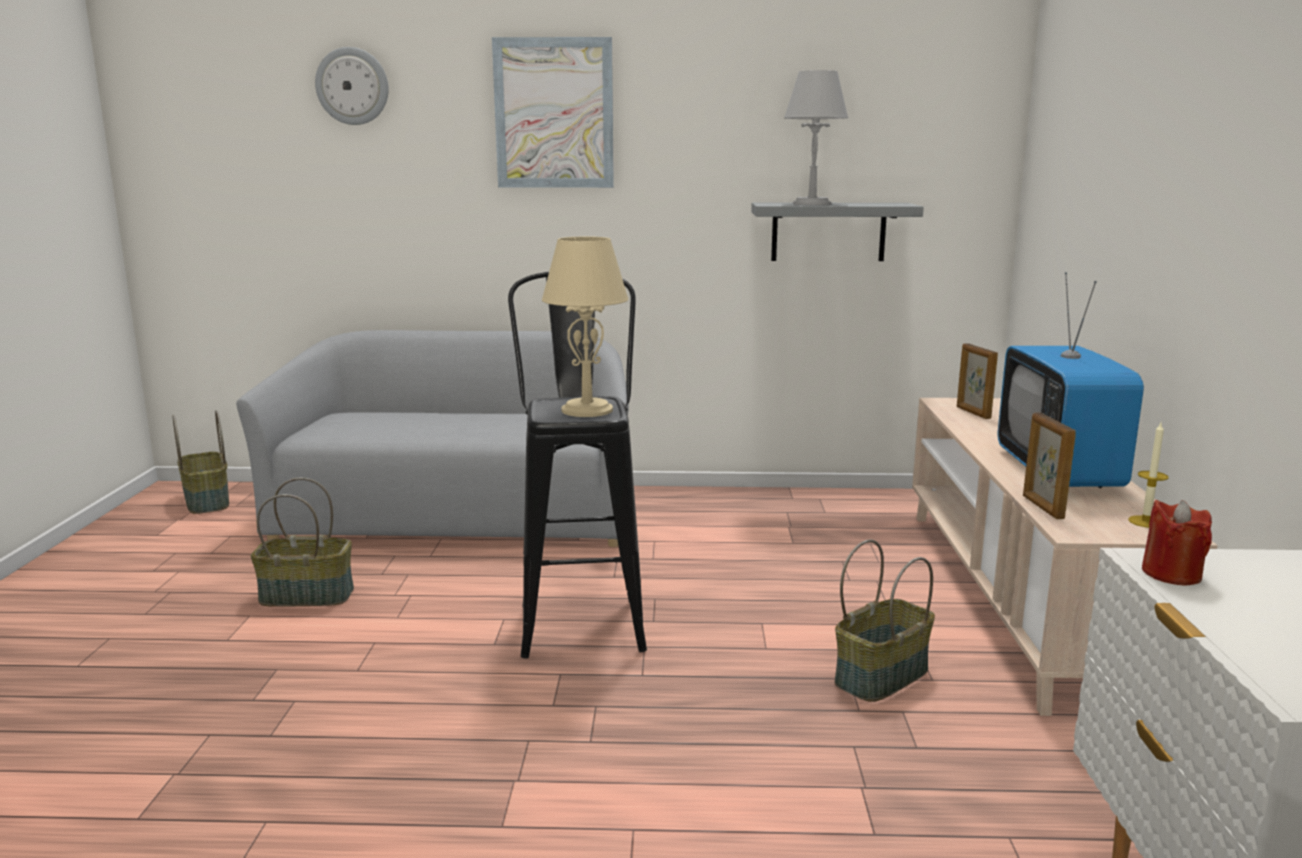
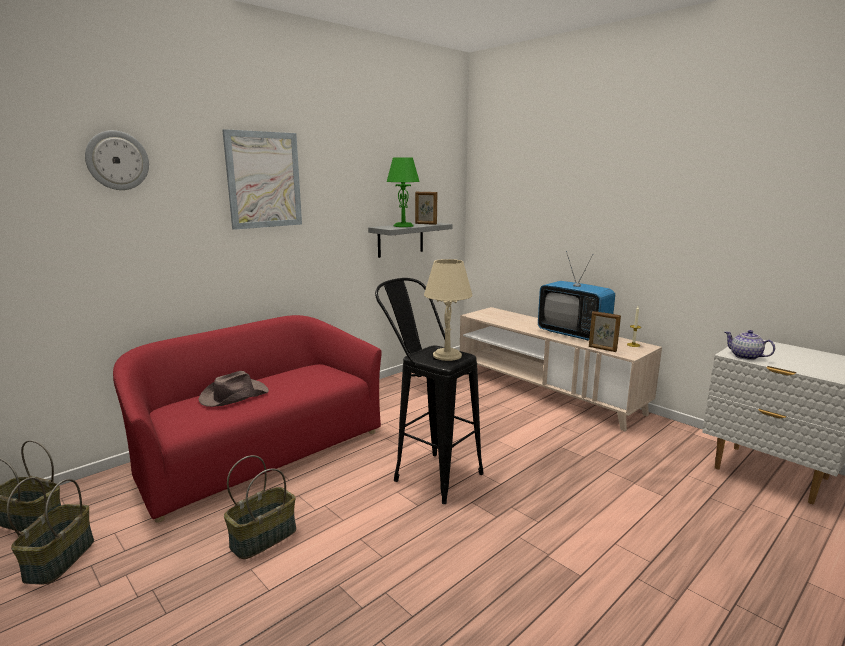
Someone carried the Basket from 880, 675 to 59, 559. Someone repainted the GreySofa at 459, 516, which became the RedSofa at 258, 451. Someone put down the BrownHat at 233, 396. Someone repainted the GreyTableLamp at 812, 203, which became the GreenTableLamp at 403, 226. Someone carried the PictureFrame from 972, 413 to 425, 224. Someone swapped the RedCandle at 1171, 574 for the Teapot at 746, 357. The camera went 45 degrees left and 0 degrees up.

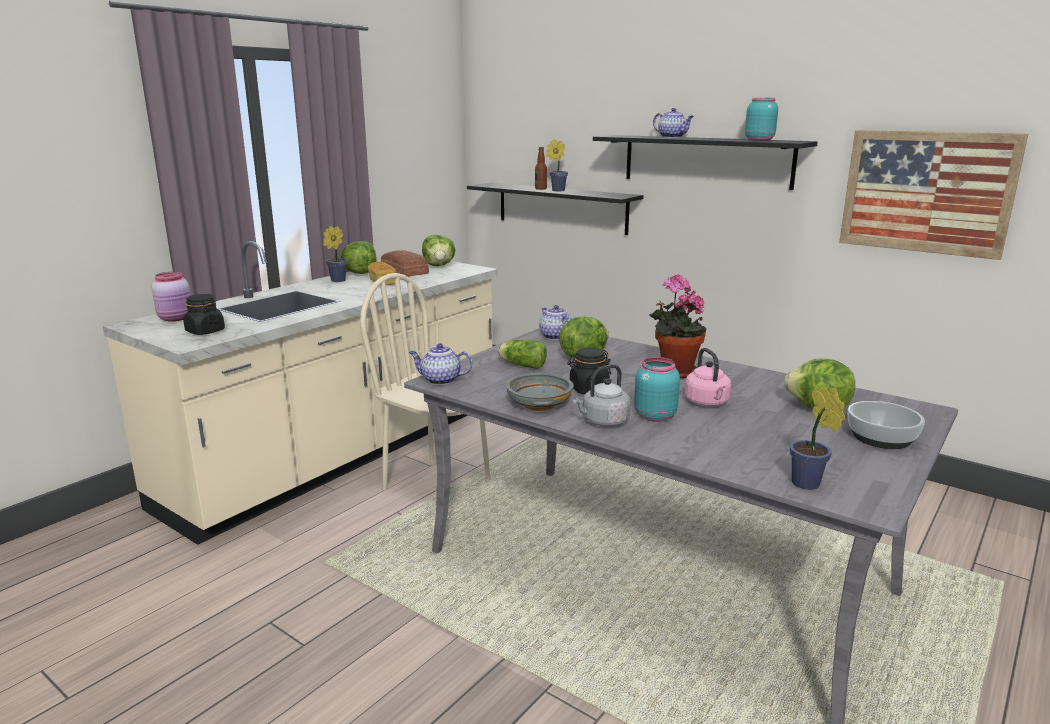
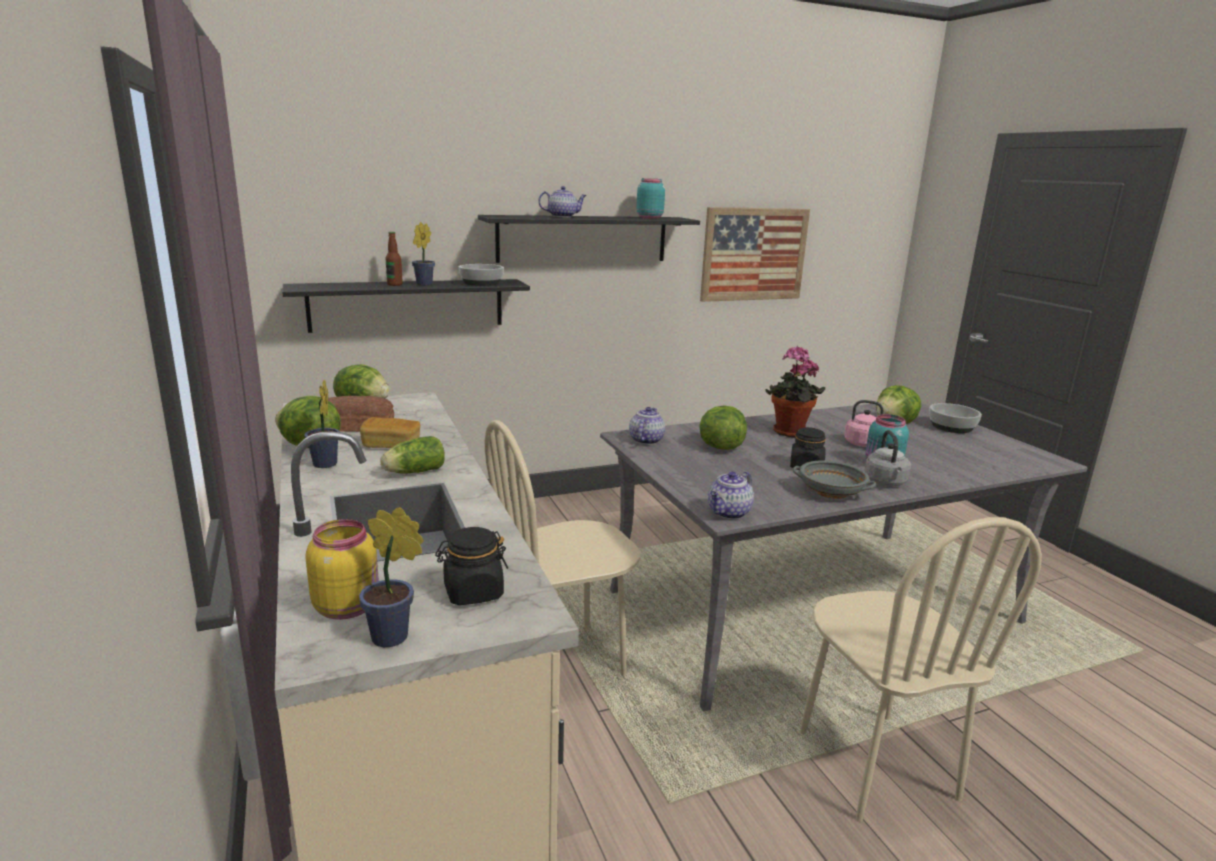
Someone repainted the PinkJar at 176, 318, which became the YellowJar at 348, 607. Someone carried the PottedPlant from 808, 485 to 394, 638. Someone carried the Lettuce from 521, 365 to 413, 472. Someone put down the Bowl at 481, 283. Someone rotated the Teapot at 554, 336 by 105 degrees clockwise. Someone put down the BeigeChair at 875, 765. The camera went 60 degrees left and 0 degrees up.

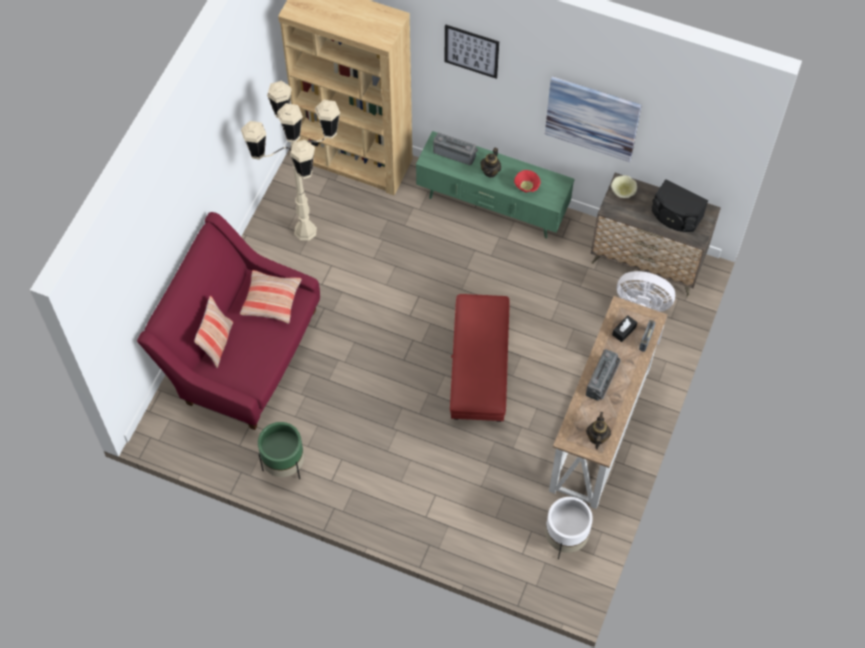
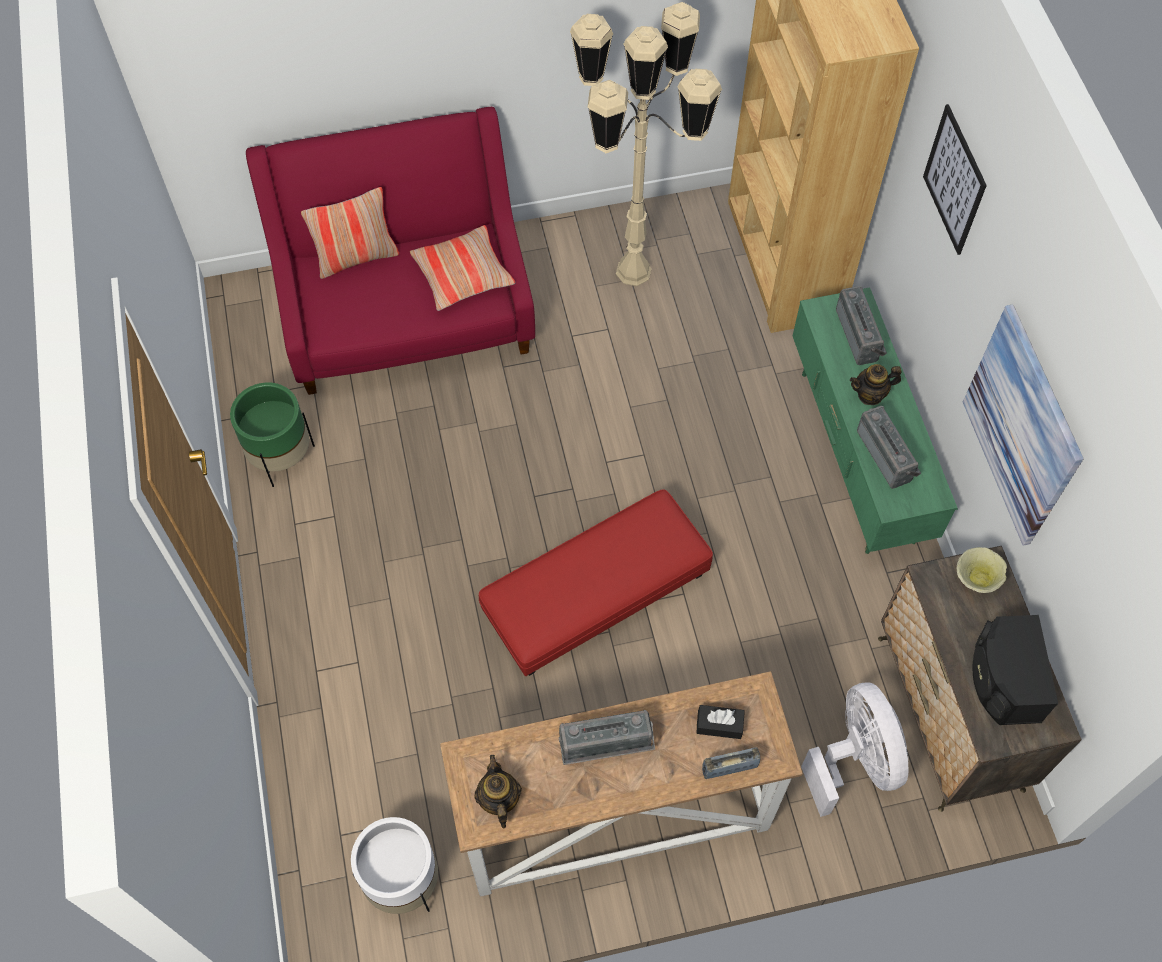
Someone rotated the Teapot at 597, 437 by 75 degrees counterclockwise. Someone swapped the RedBowl at 527, 186 for the Radio at 887, 455. The camera went 55 degrees right and 0 degrees up.

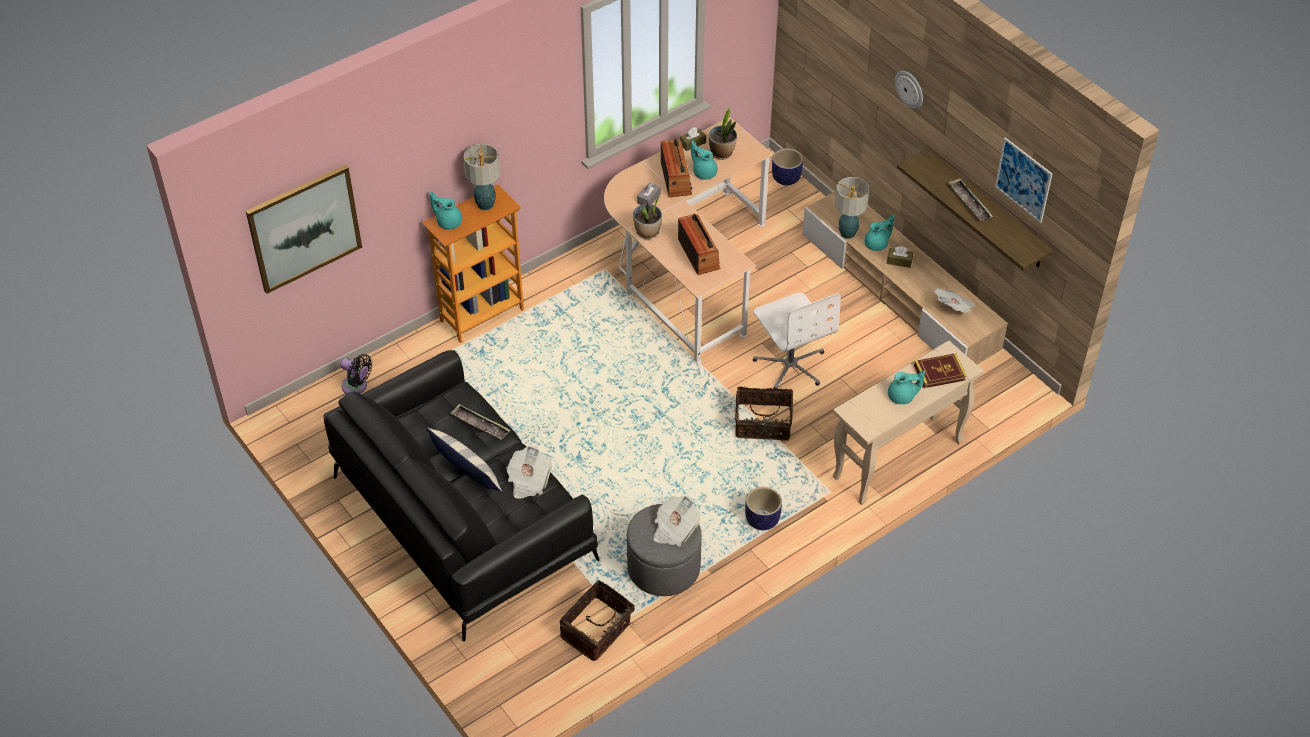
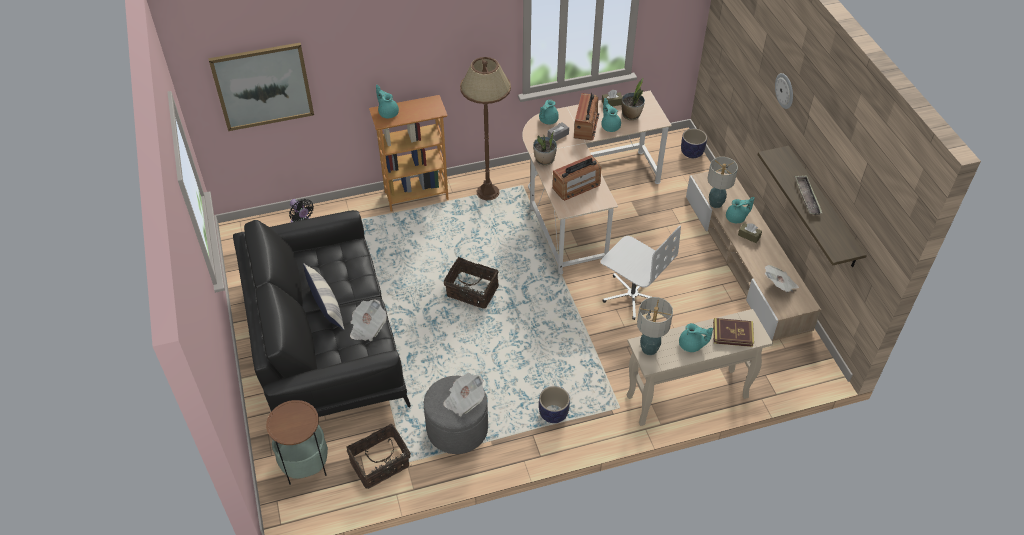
Someone put down the SideTable at 305, 464. Someone carried the Basket from 763, 425 to 471, 292. Someone put down the BrownFloorLamp at 488, 192. Someone put down the TurquoiseTeapot at 547, 120. Someone rotated the Radio at 698, 254 by 60 degrees clockwise. Someone rotated the WhiteOfficeChair at 791, 364 by 45 degrees counterclockwise. Someone carried the TableLamp from 485, 205 to 649, 349. Someone took away the Tray at 480, 425. Someone took away the Picture at 1023, 180. The camera went 20 degrees right and 0 degrees up.

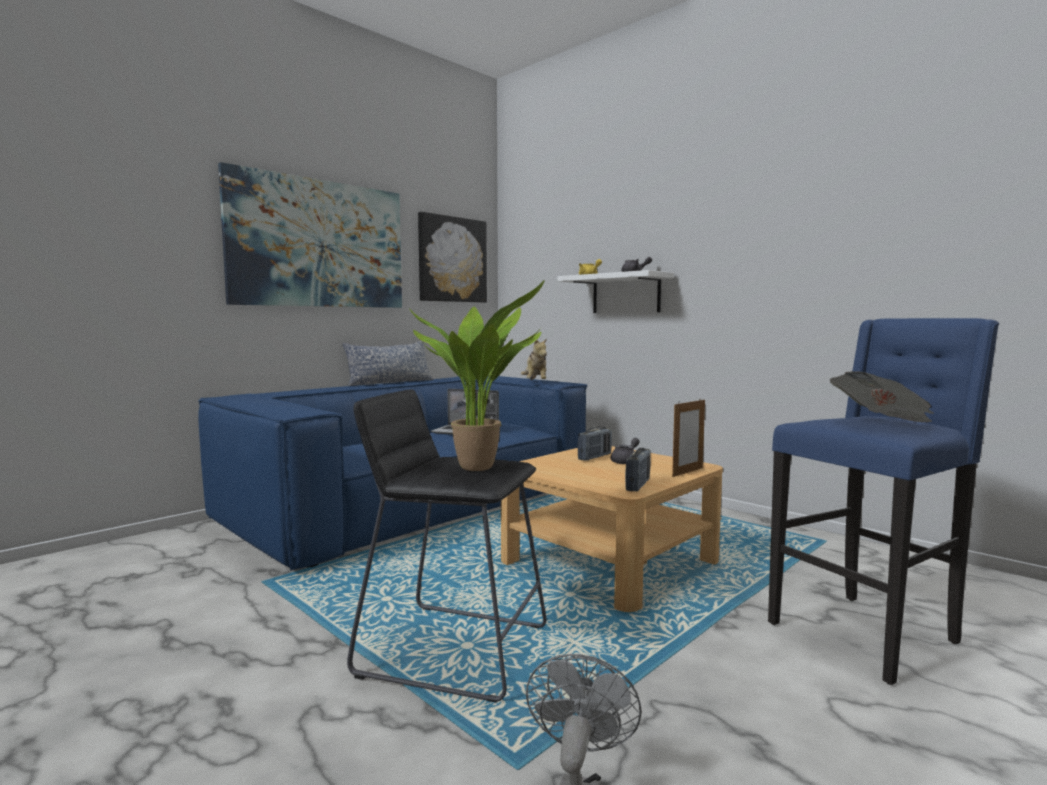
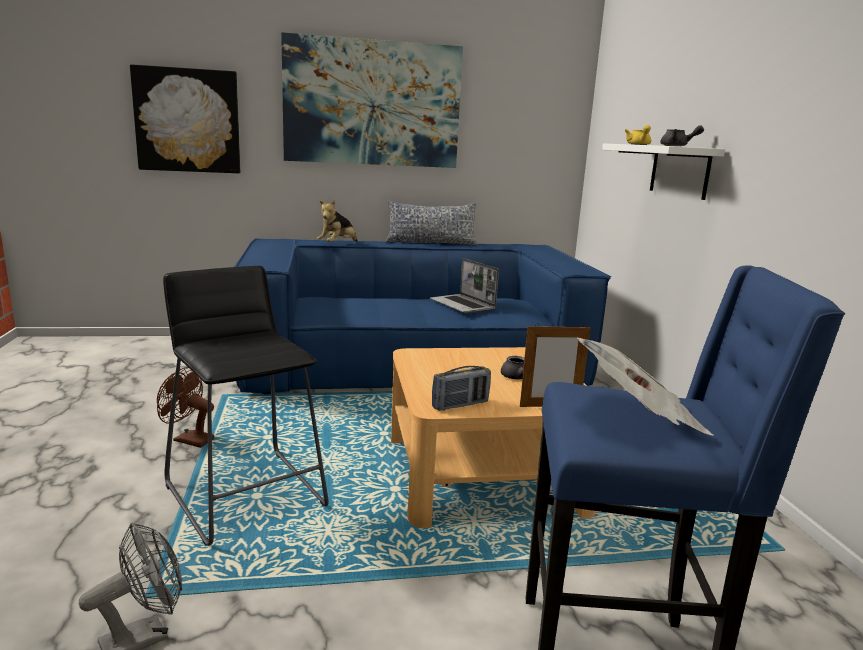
Someone carried the Picture from 452, 259 to 188, 121. Someone put down the BrownFan at 188, 439. Someone carried the PlushToy from 535, 383 to 338, 245. Someone took away the PottedPlant at 480, 466. Someone took away the Radio at 594, 457. The camera went 35 degrees right and 10 degrees up.

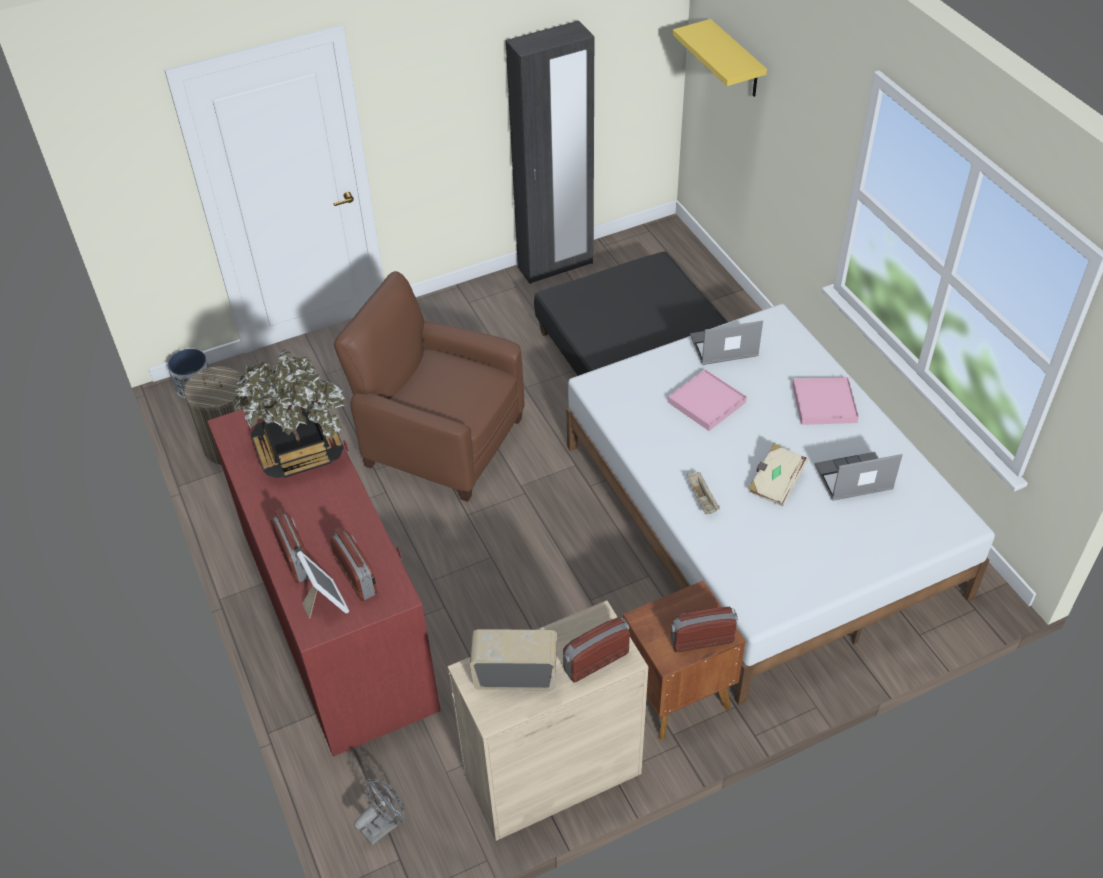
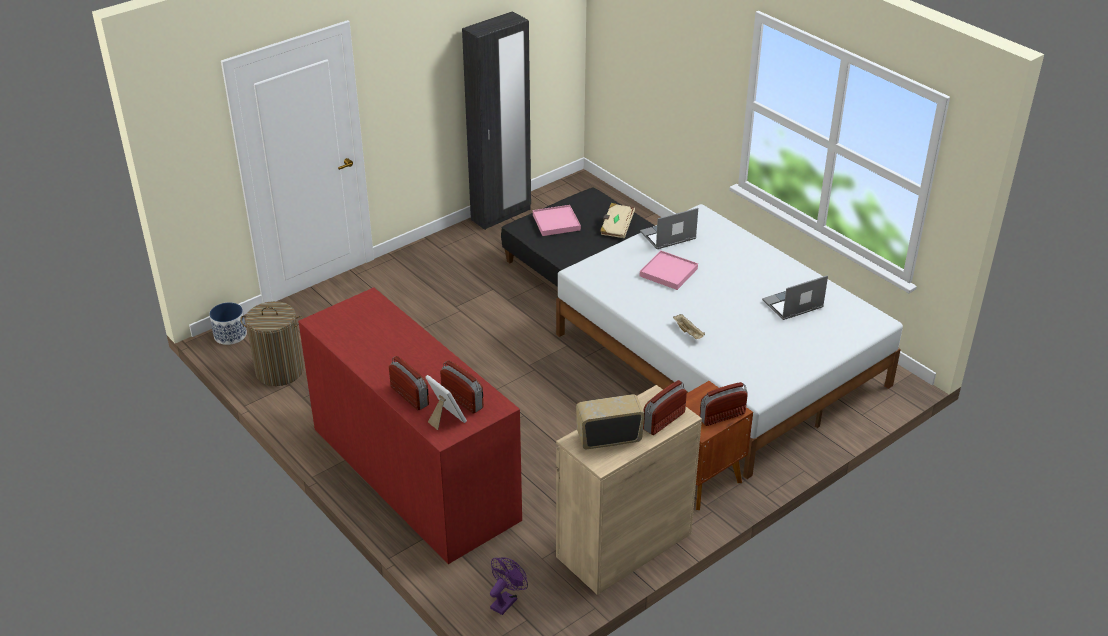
Someone repainted the GreyFan at 384, 825, which became the PurpleFan at 506, 600. Someone carried the PinkTray from 824, 403 to 556, 222. Someone carried the BeigeBook from 775, 482 to 616, 227. Someone took away the PottedPlant at 299, 450. Someone took away the BrownArmchair at 442, 441. Someone took away the YellowShelf at 736, 60. The camera went 15 degrees left and 10 degrees down.

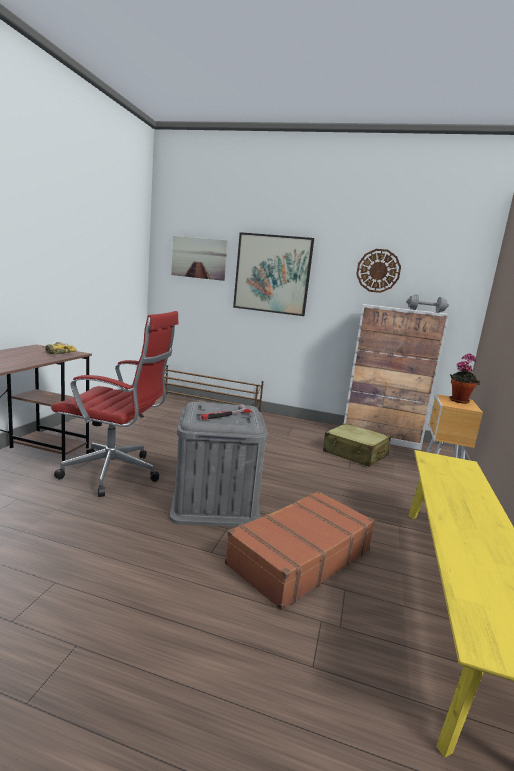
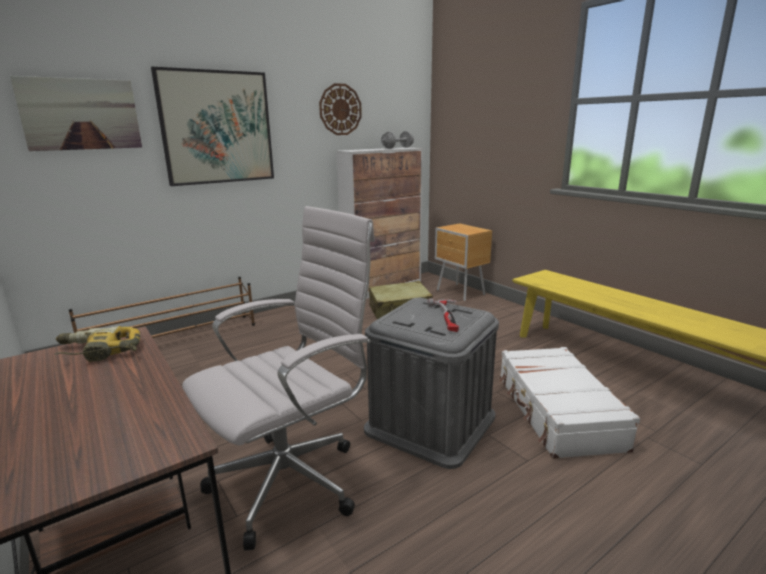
Someone repainted the RedOfficeChair at 116, 473, which became the WhiteOfficeChair at 293, 480. Someone repainted the BrownSuitcase at 299, 556, which became the WhiteSuitcase at 556, 412. Someone took away the PottedPlant at 459, 400. The camera went 50 degrees left and 5 degrees up.

